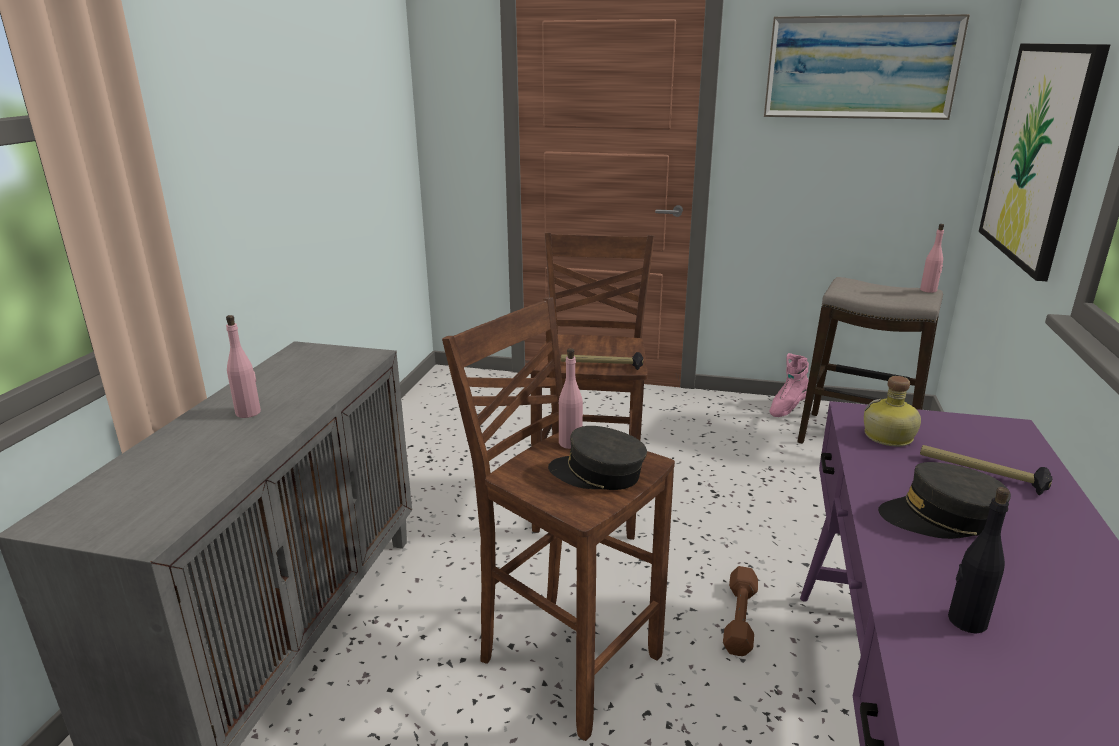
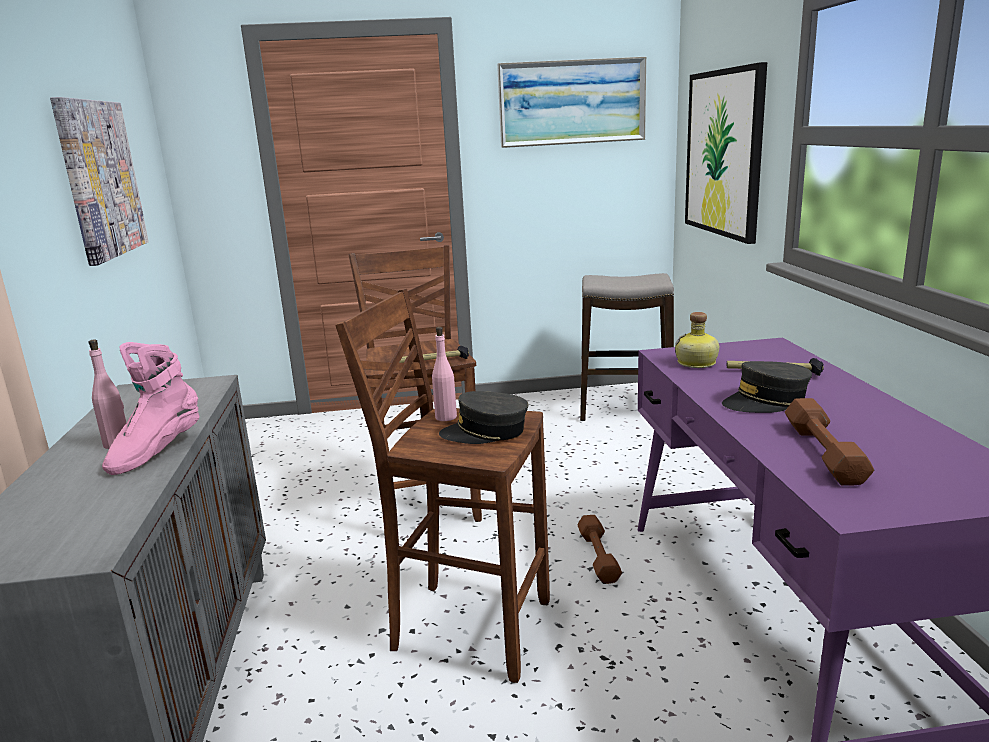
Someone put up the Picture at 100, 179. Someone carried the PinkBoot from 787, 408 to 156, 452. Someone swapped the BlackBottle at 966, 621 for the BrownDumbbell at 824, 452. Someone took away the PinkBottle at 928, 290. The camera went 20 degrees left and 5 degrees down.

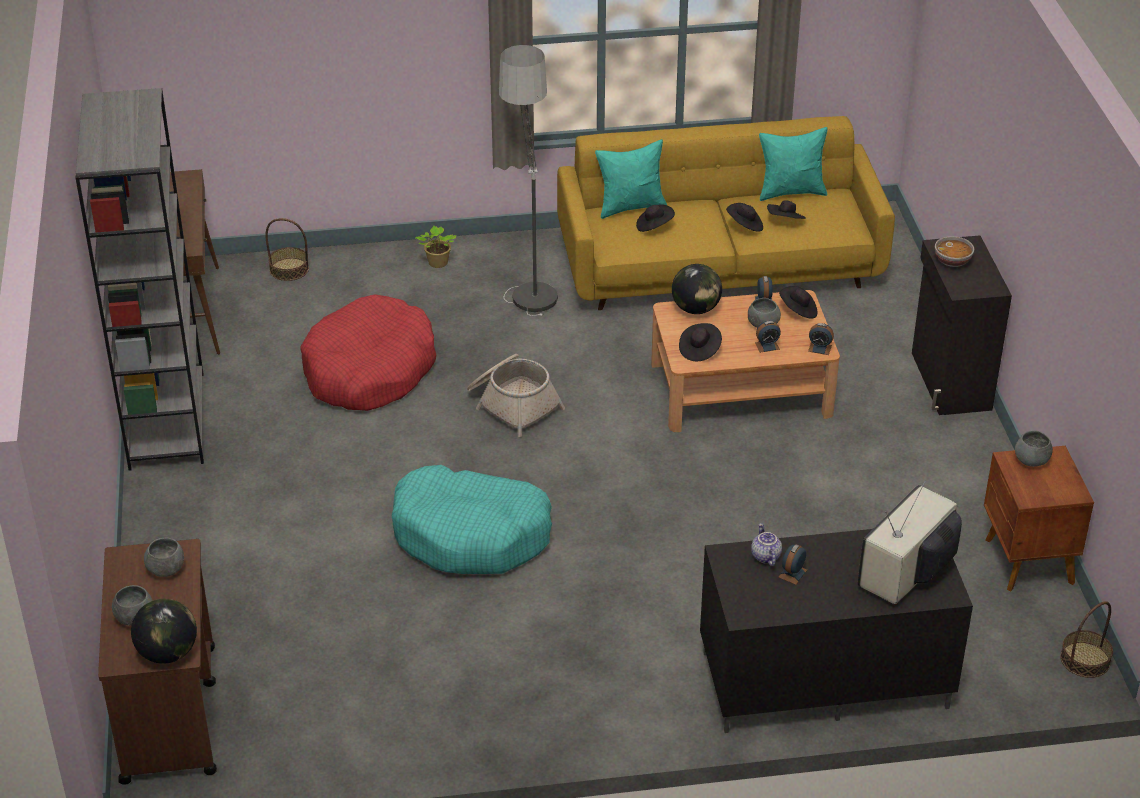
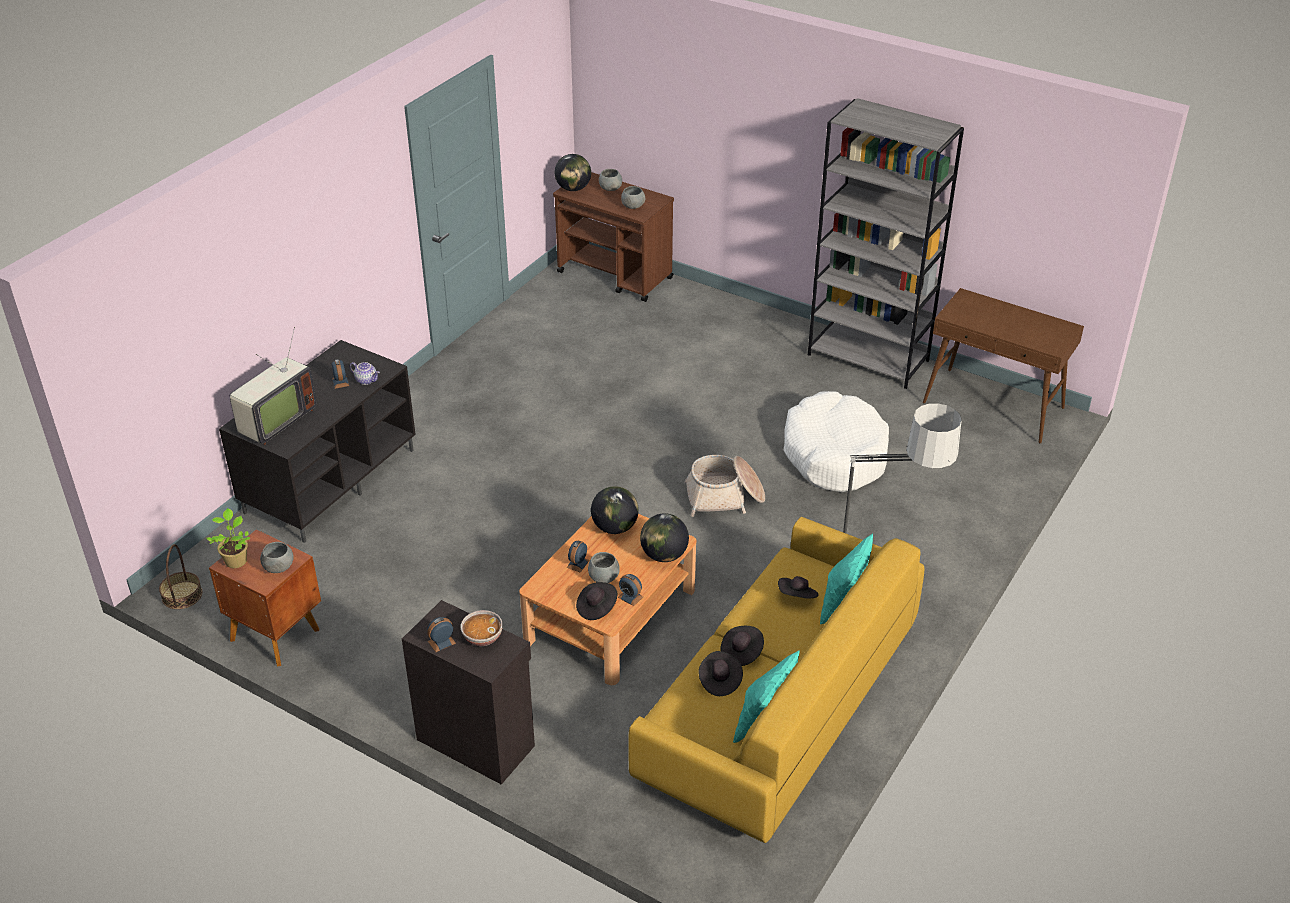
Someone carried the PottedPlant from 437, 263 to 236, 560. Someone rotated the Television at 909, 573 by 45 degrees clockwise. Someone carried the AlarmClock from 820, 348 to 441, 642. Someone swapped the BlackHat at 699, 350 for the Globe at 615, 527. Someone repainted the RedDogBed at 369, 370, which became the WhiteDogBed at 834, 454. Someone took away the Basket at 289, 269. Someone took away the TurquoiseDogBed at 471, 535. The camera went 130 degrees right and 0 degrees up.

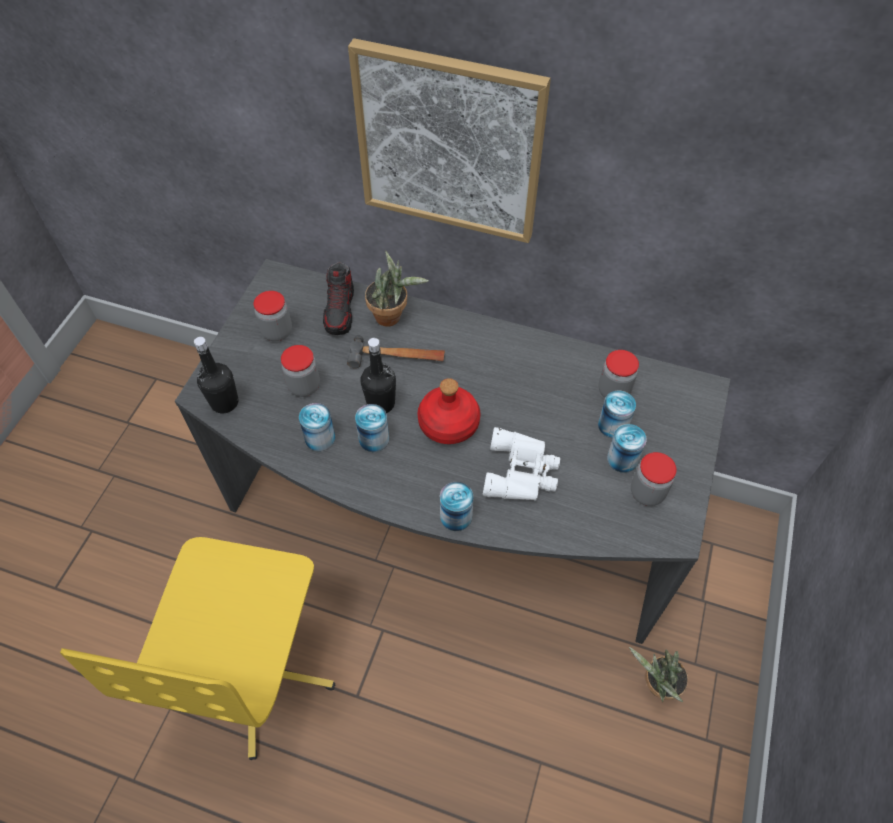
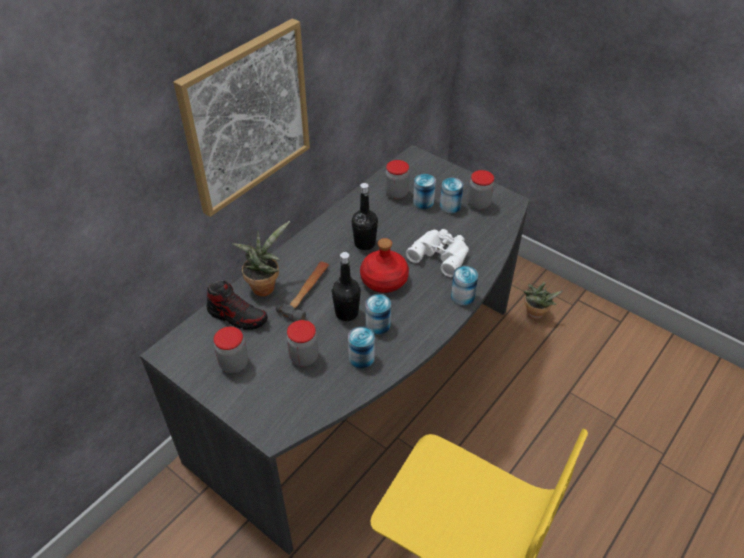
Someone carried the BlackBottle from 224, 402 to 365, 243. The camera went 70 degrees left and 10 degrees down.

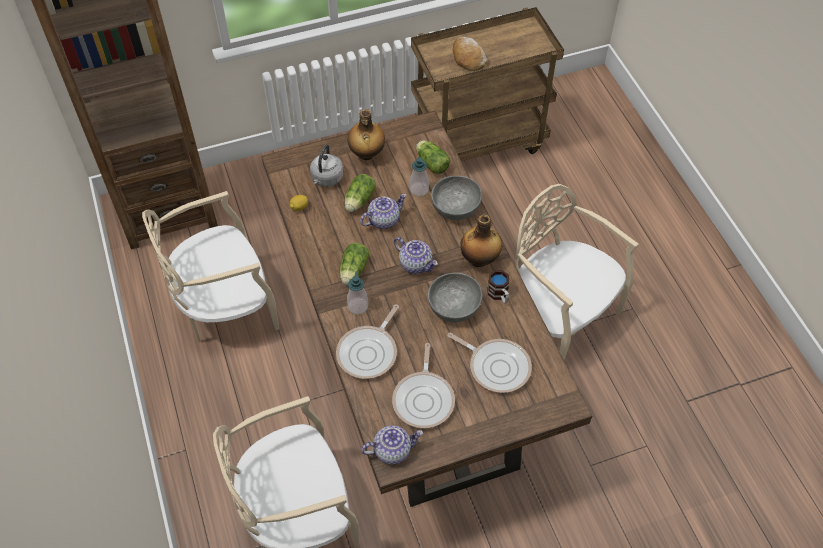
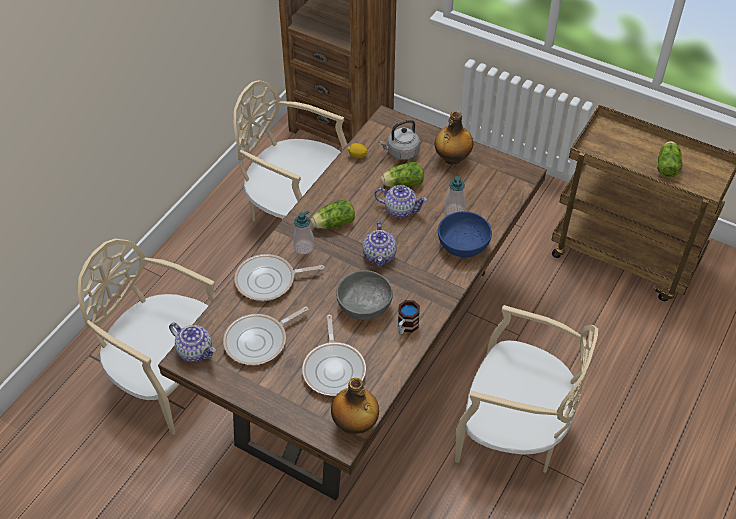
Someone carried the Bottle from 480, 259 to 355, 424. Someone repainted the GreyBowl at 455, 207, which became the BlueBowl at 463, 244. Someone rotated the BeigeChair at 559, 316 by 105 degrees clockwise. Someone carried the Lettuce from 431, 162 to 667, 165. Someone took away the Bread at 468, 58. The camera went 50 degrees right and 5 degrees down.

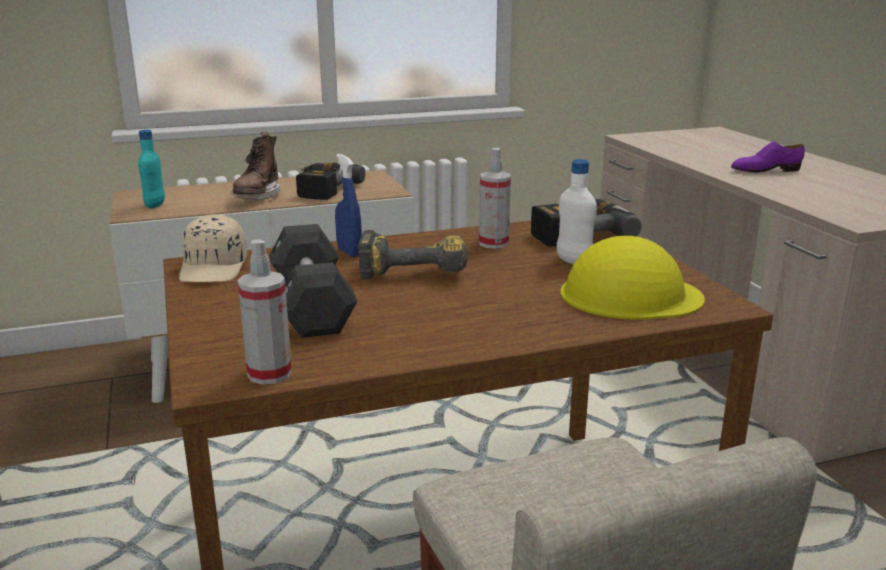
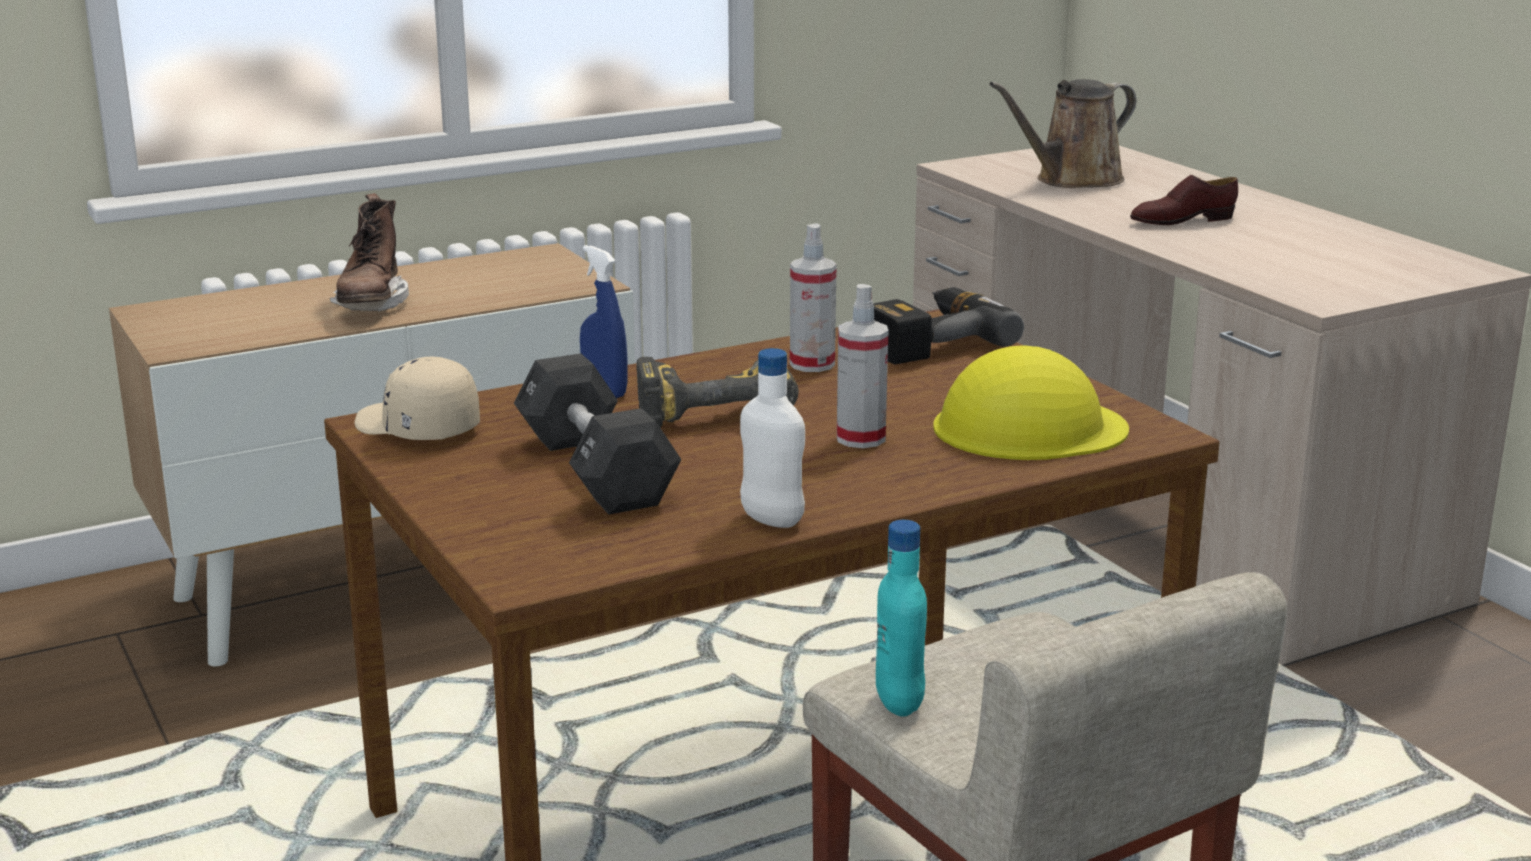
Someone rotated the BeigeCap at 214, 268 by 135 degrees clockwise. Someone carried the WhiteBottle from 573, 261 to 772, 520. Someone carried the SprayBottle from 269, 374 to 861, 438. Someone carried the TurquoiseBottle from 155, 205 to 899, 702. Someone put down the BrownWateringCan at 1072, 180. Someone repainted the PurpleShoe at 765, 170, which became the BrownShoe at 1181, 220. Someone took away the PowerDrill at 321, 189. The camera went 10 degrees left and 0 degrees up.

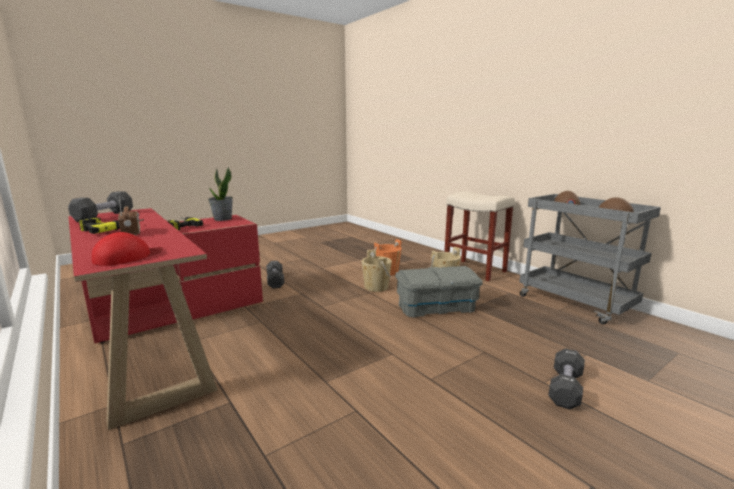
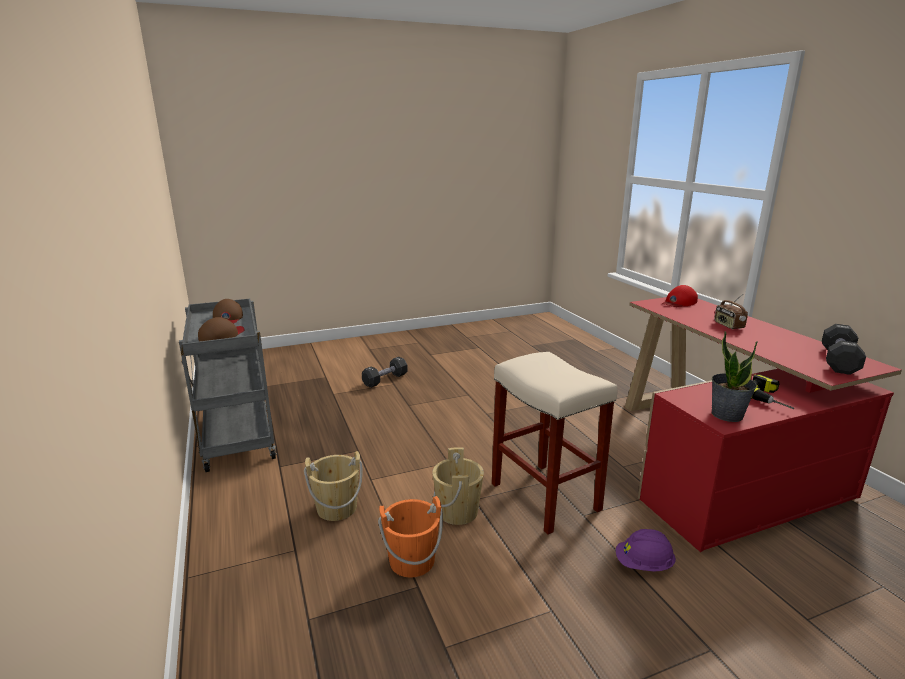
Someone carried the BeigeStool from 475, 270 to 543, 496. Someone swapped the BlackDumbbell at 275, 281 for the PurpleHardHat at 643, 565. Someone took away the PowerDrill at 111, 228. Someone took away the GreyStorageBox at 436, 307. The camera went 165 degrees left and 5 degrees up.

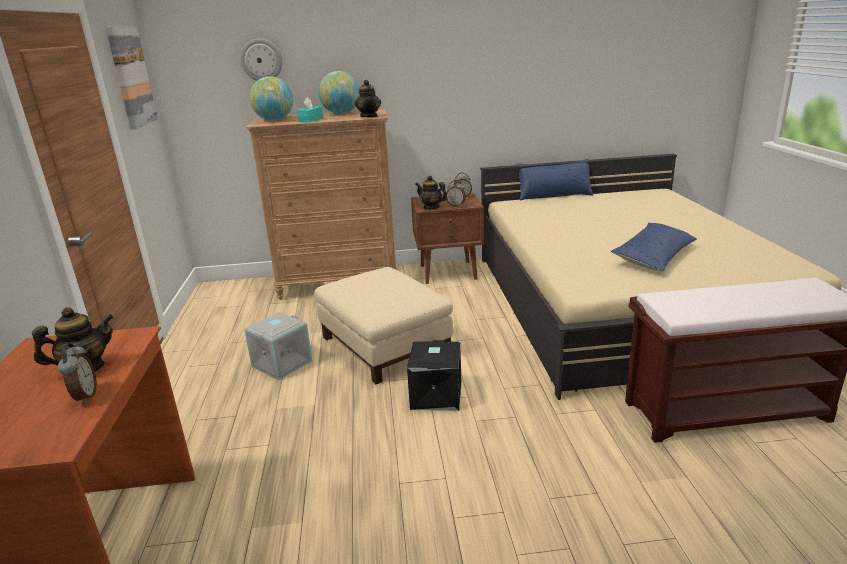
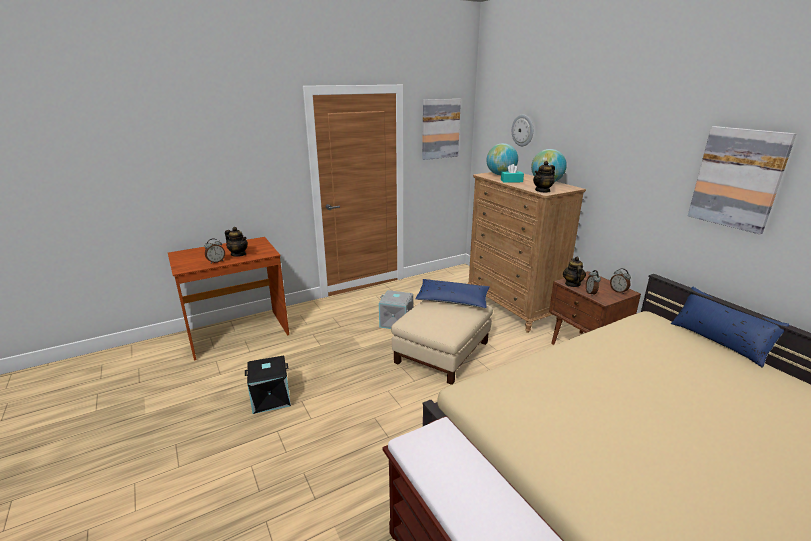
Someone carried the BlackStorageBox from 435, 395 to 271, 397. Someone carried the BluePillow from 654, 256 to 452, 300. Someone put up the Picture at 738, 178. The camera went 65 degrees right and 0 degrees up.

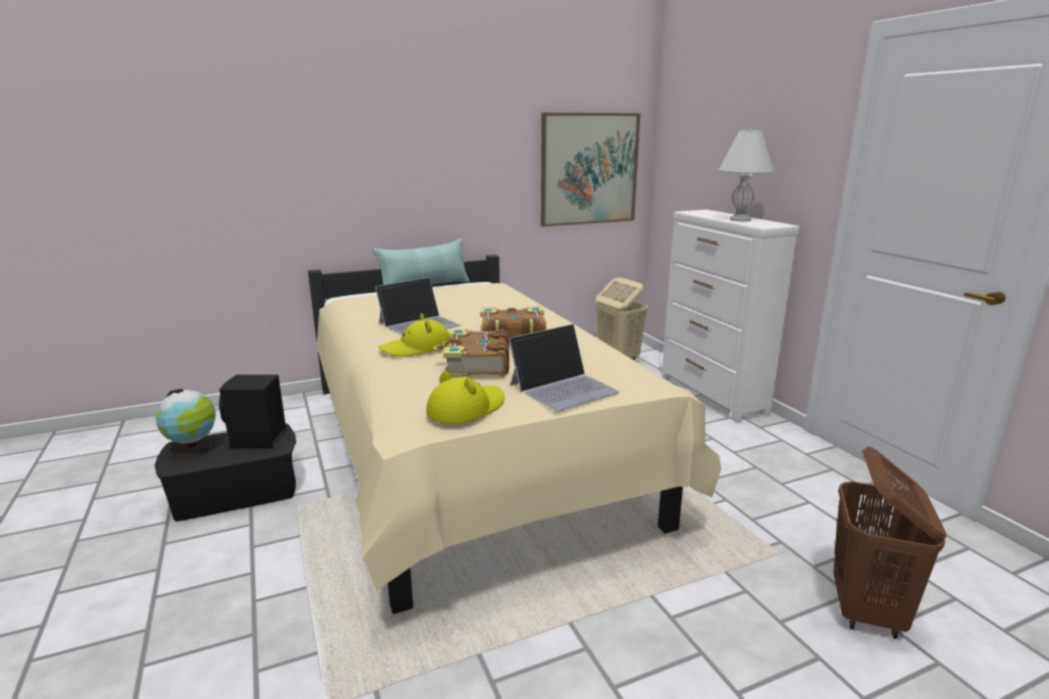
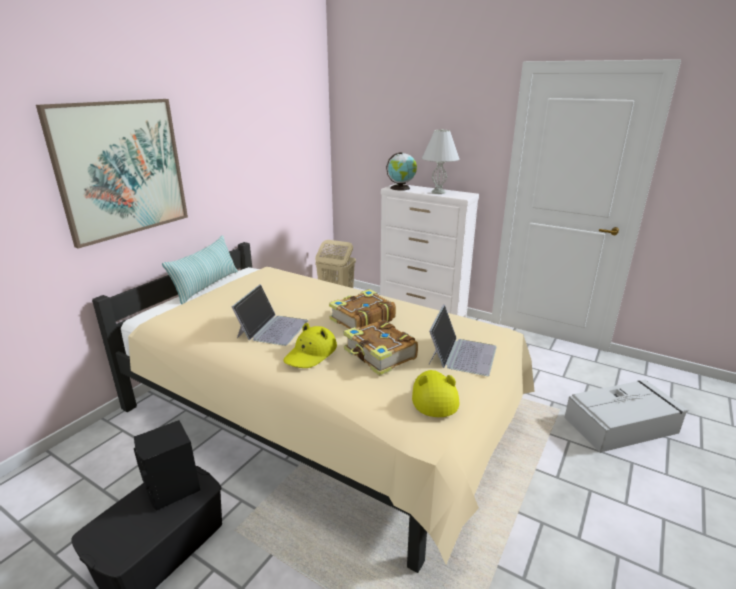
Someone carried the Picture from 589, 169 to 121, 169. Someone carried the Globe from 193, 449 to 401, 188. Someone swapped the BrownLaundryBasket at 866, 611 for the GreyStorageBox at 622, 425. The camera went 35 degrees left and 5 degrees up.

